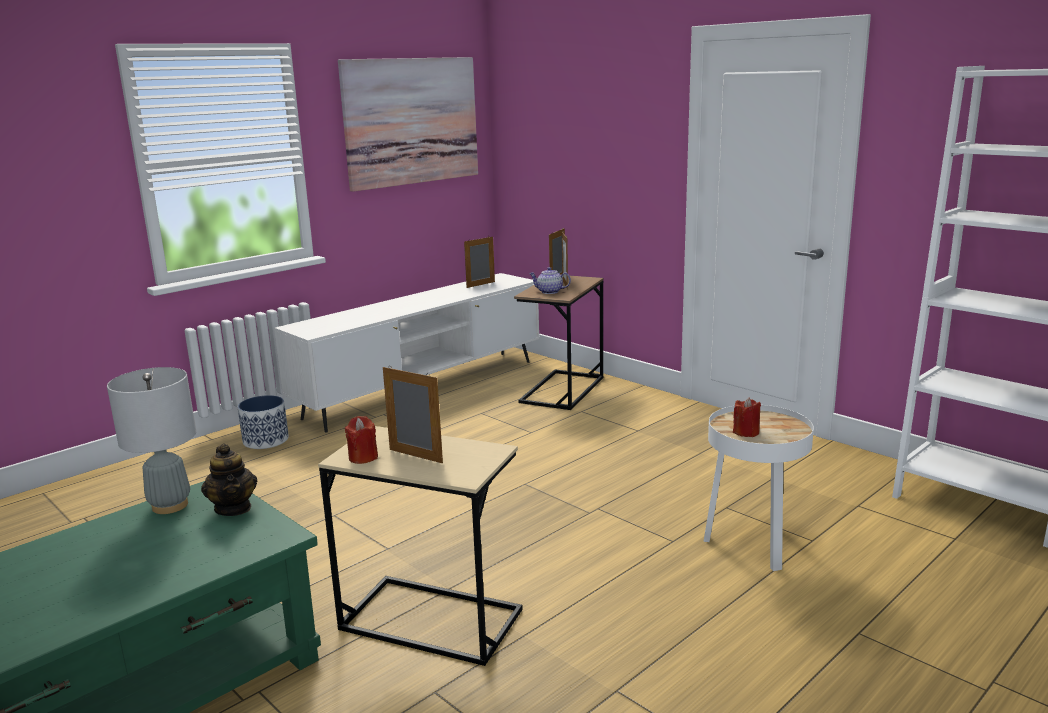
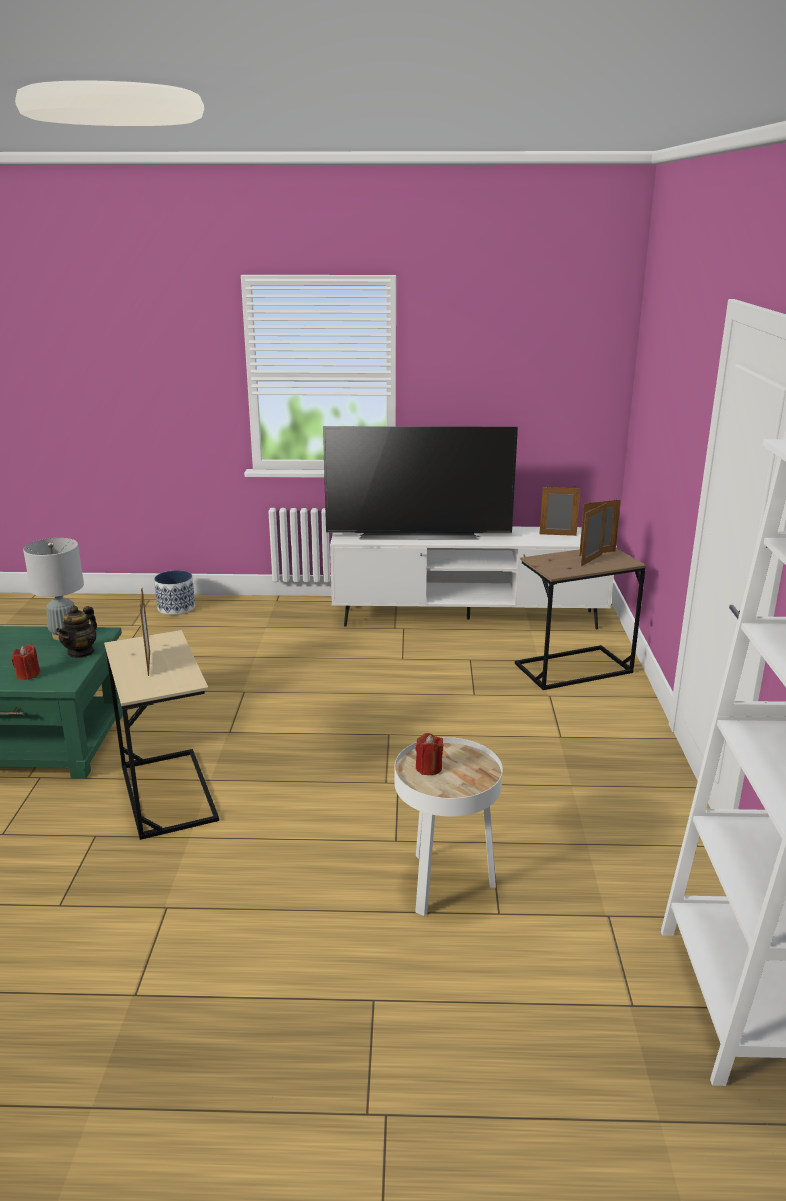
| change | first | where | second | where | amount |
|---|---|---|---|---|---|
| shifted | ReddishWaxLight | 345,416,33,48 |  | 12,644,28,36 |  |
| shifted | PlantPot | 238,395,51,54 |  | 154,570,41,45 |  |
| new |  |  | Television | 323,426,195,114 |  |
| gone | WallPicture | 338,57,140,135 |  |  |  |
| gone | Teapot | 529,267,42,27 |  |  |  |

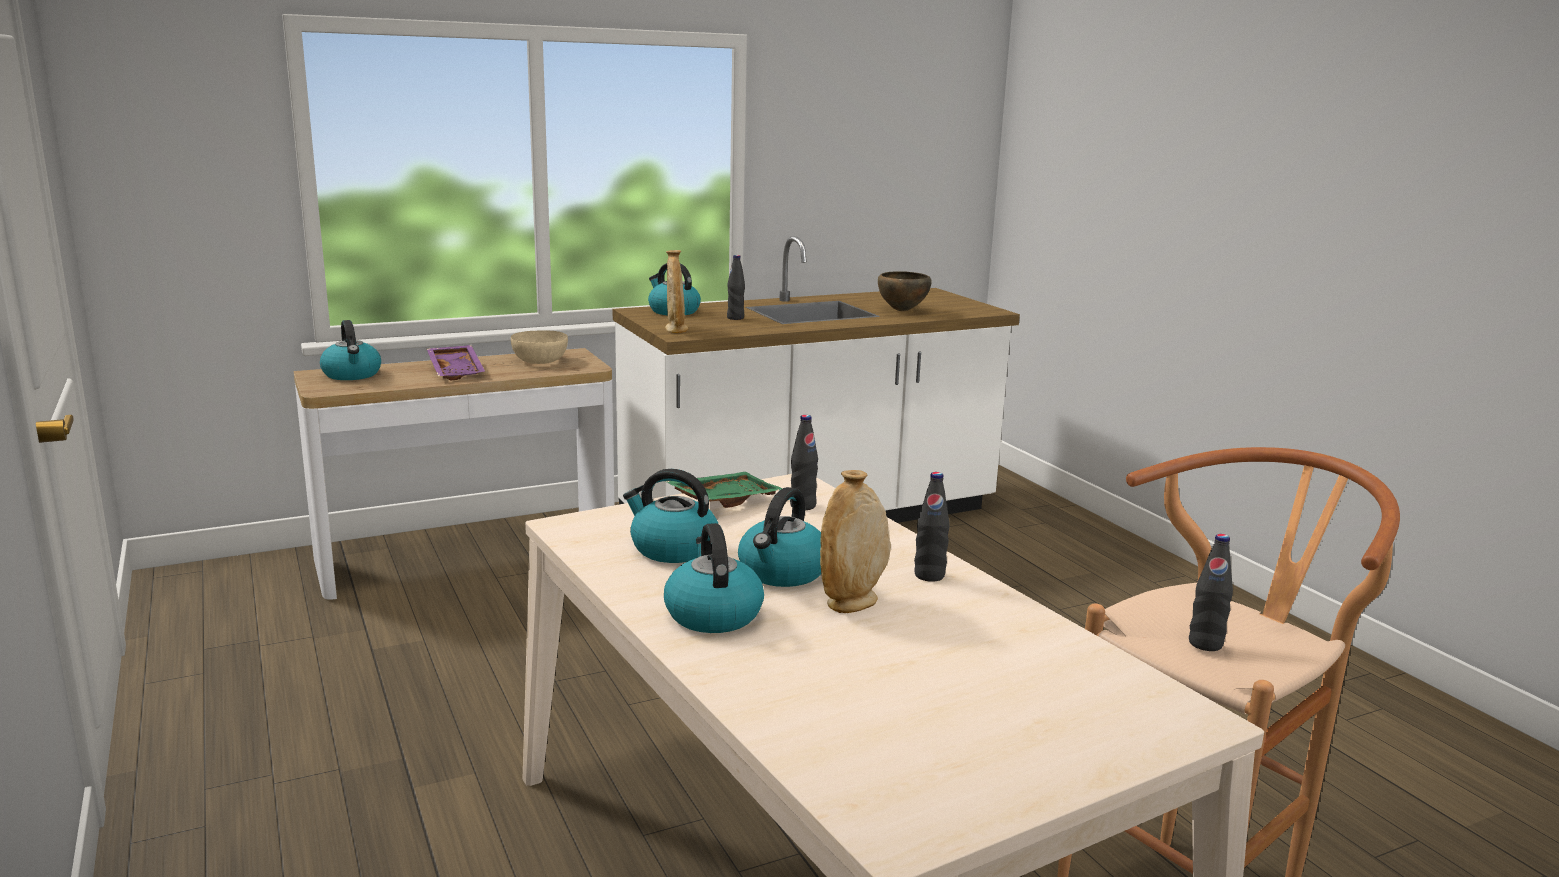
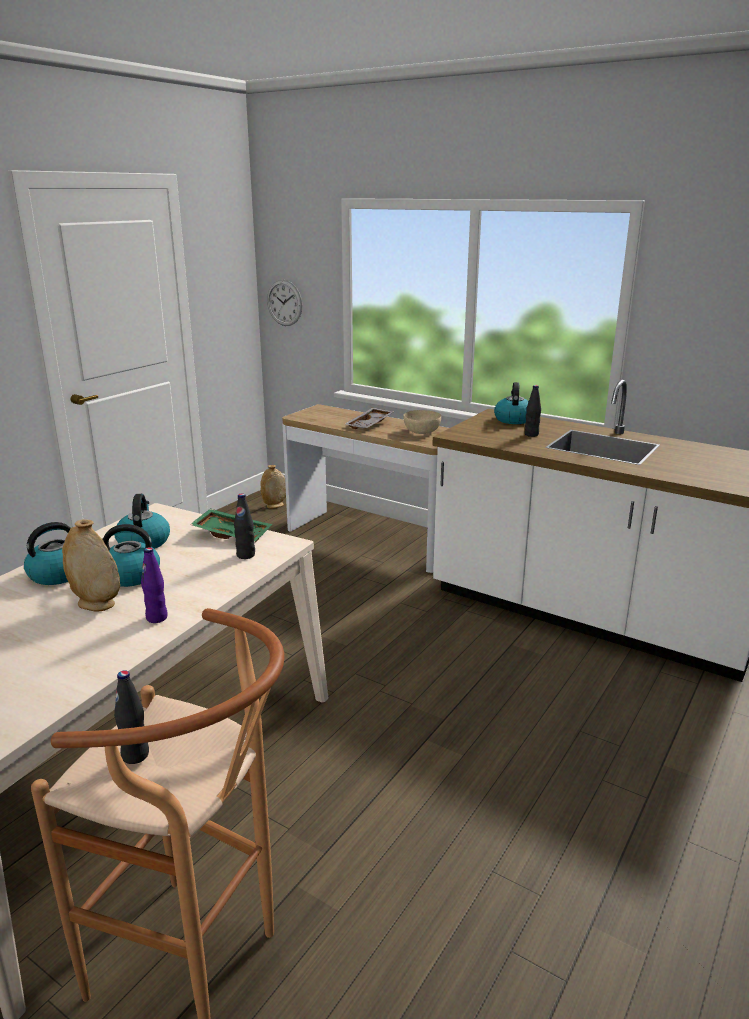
| change | first | where | second | where | amount |
|---|---|---|---|---|---|
| repainted | BlackBeverageBottle | 914,472,36,110 | PurpleBeverageBottle | 141,547,27,76 |  |
| shifted | BeigeColouredVase | 665,250,23,83 |  | 260,465,26,44 |  |
| new |  |  | HangingClock | 267,280,35,46 |  |
| repainted | PurpleCarryingTray | 427,345,58,35 | GreyCarryingTray | 345,408,49,21 |  |
| gone | Kettle | 320,320,61,60 |  |  |  |
| gone | BrownDeepDish | 878,271,53,40 |  |  |  |

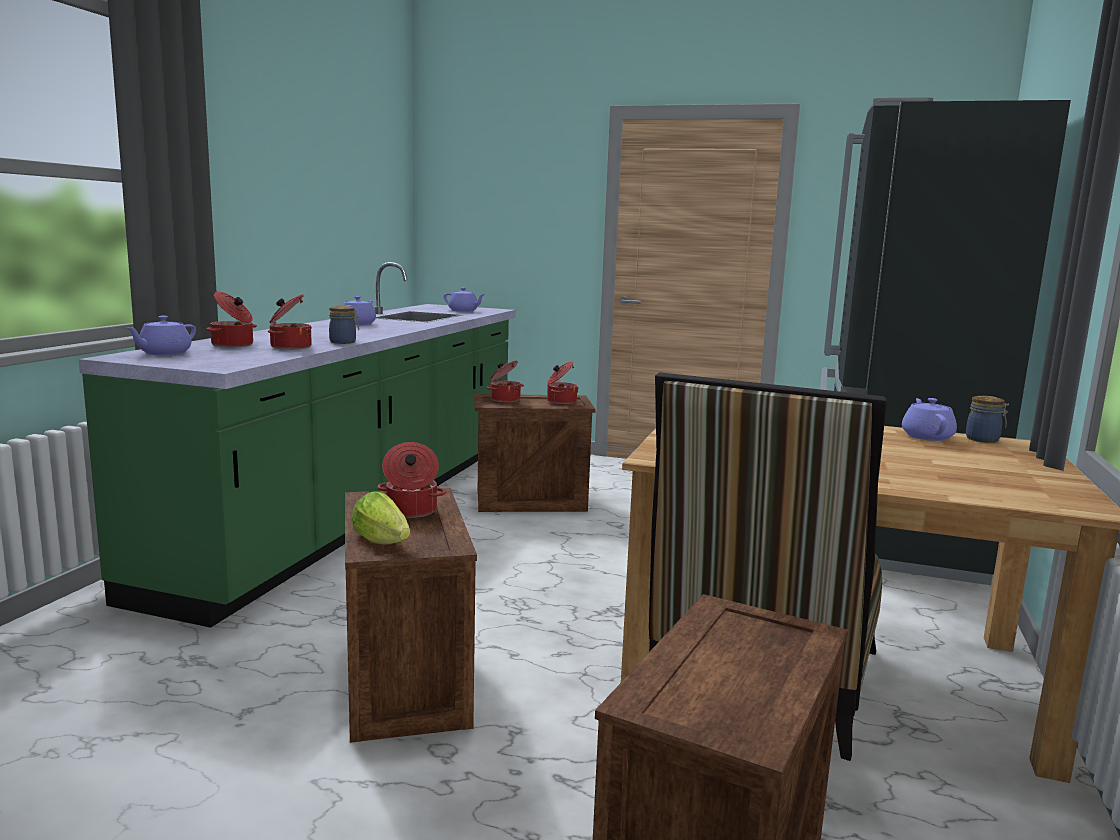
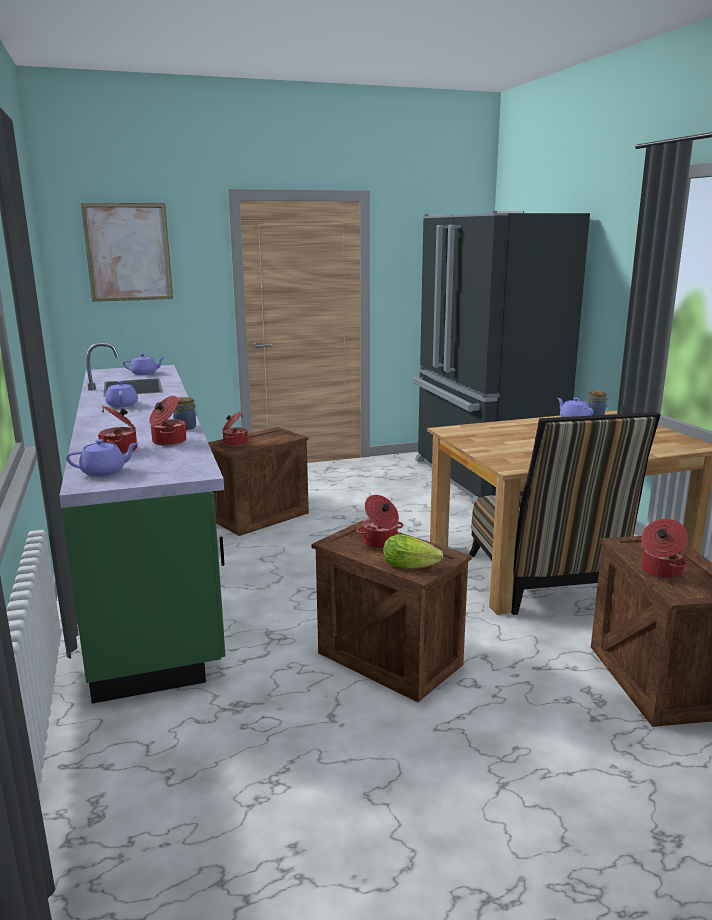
| change | first | where | second | where | amount |
|---|---|---|---|---|---|
| rotated | PurpleTeapot | 125,316,71,39 |  | 66,439,72,38 | 105 degrees counterclockwise |
| new |  |  | WallPicture | 81,203,92,99 |  |
| shifted | Stockpot | 547,361,31,43 |  | 642,519,46,60 |  |

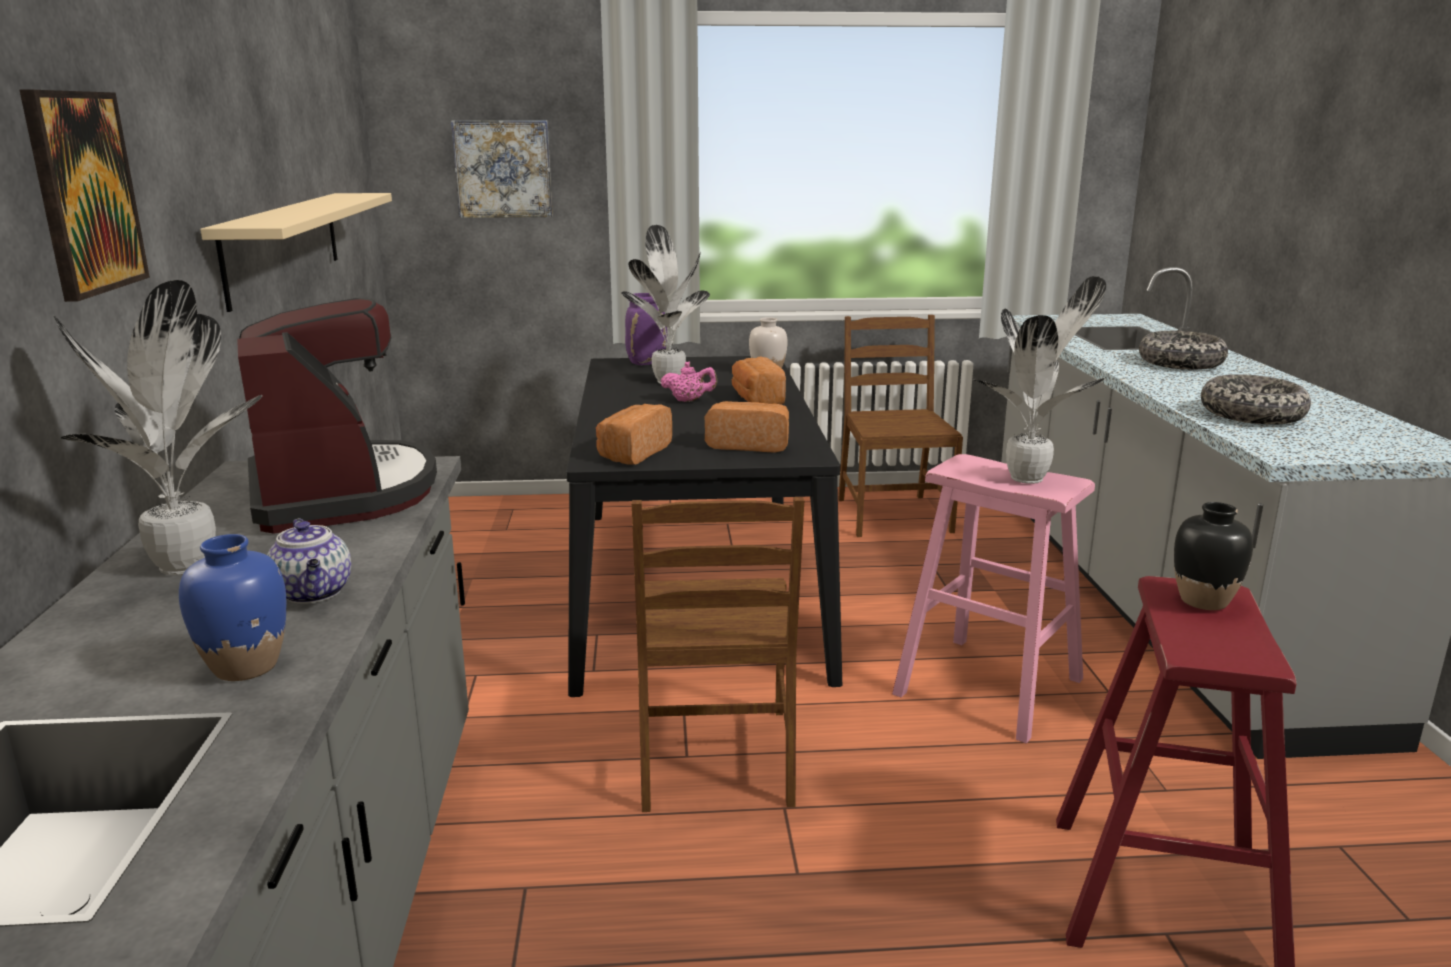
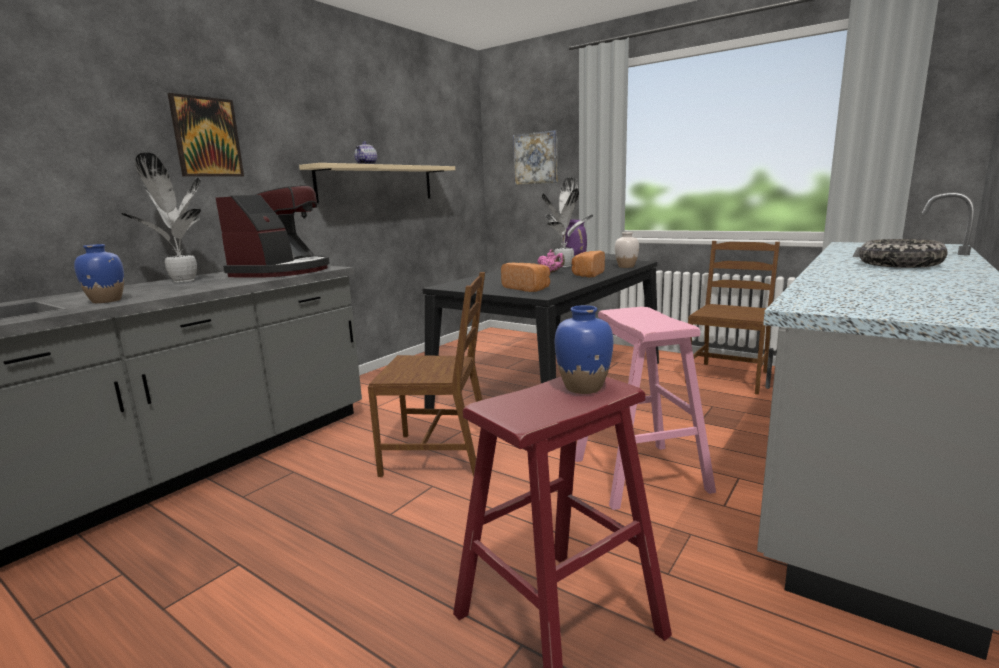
| change | first | where | second | where | amount |
|---|---|---|---|---|---|
| shifted | Teapot | 267,518,84,86 |  | 354,142,23,22 |  |
| rotated | BrownUprightChair | 632,497,172,315 |  | 368,272,117,205 | 120 degrees counterclockwise |
| repainted | BlackVase | 1174,502,79,108 | BlueVase | 555,305,58,89 |  |
| gone | BakedBread | 596,404,76,61 |  |  |  |
| gone | PottedPlant | 973,276,133,208 |  |  |  |
| gone | DeepDish | 1201,374,110,51 |  |  |  |

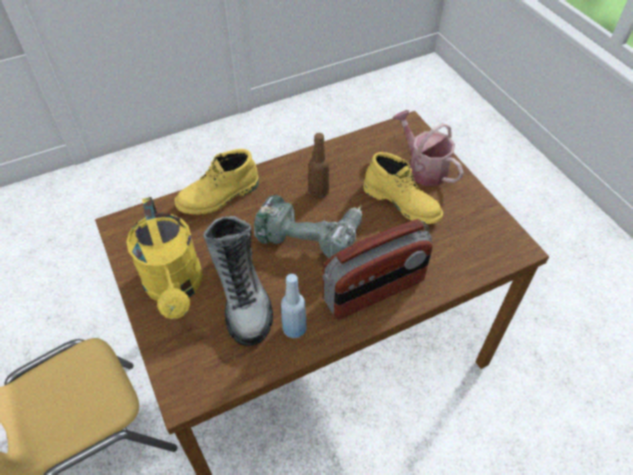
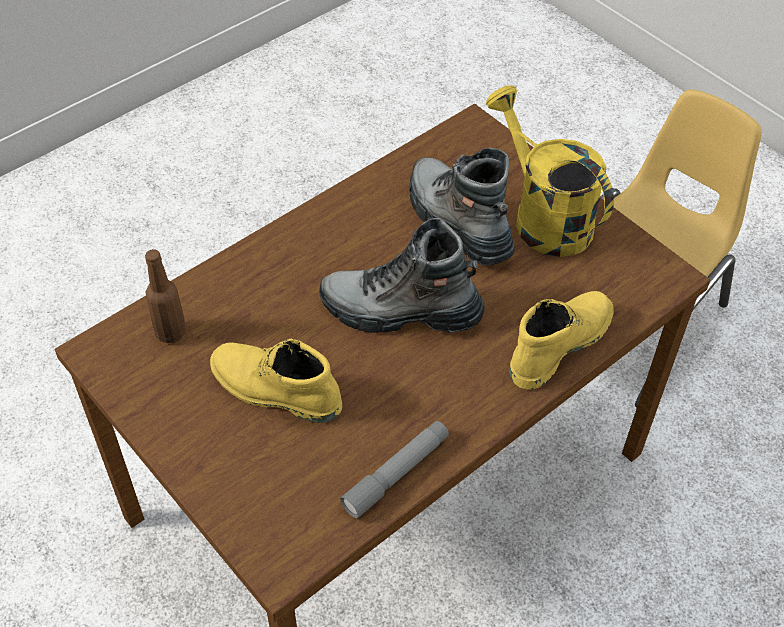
| change | first | where | second | where | amount |
|---|---|---|---|---|---|
| shifted | BrownBeverageBottle | 309,133,20,66 |  | 145,249,41,94 |  |
| swapped | Drill | 254,195,108,63 | Boot | 319,218,166,115 |  |
| new |  |  | GreyHandTorch | 340,421,109,97 |  |
| gone | BlueBeverageBottle | 281,274,26,64 |  |  |  |
| gone | Radio | 323,219,110,100 |  |  |  |
| gone | WateringCan | 392,110,72,76 |  |  |  |

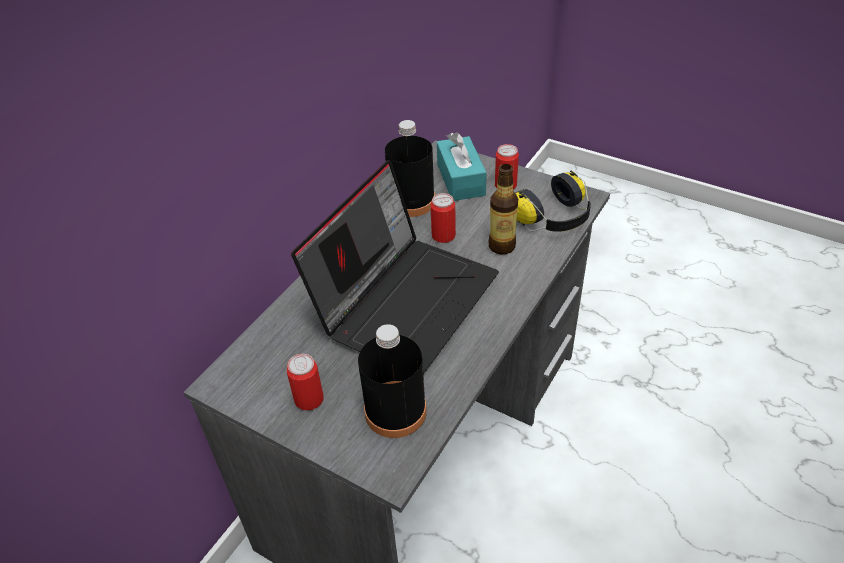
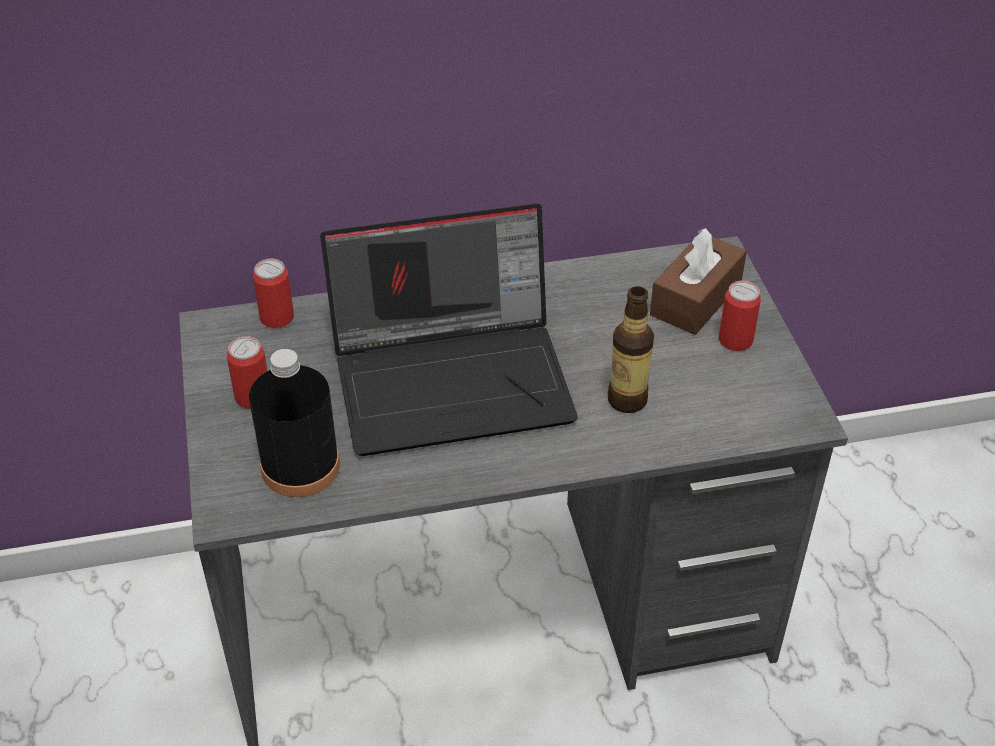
| change | first | where | second | where | amount |
|---|---|---|---|---|---|
| shifted | Can | 431,193,25,50 |  | 253,259,41,69 |  |
| repainted | BlueGreenTissueBox | 437,132,50,69 | BrownTissueBox | 650,228,97,107 |  |
| gone | BlackBeverageBottle | 385,120,50,97 |  |  |  |
| gone | PairOfHeadphones | 515,171,76,61 |  |  |  |

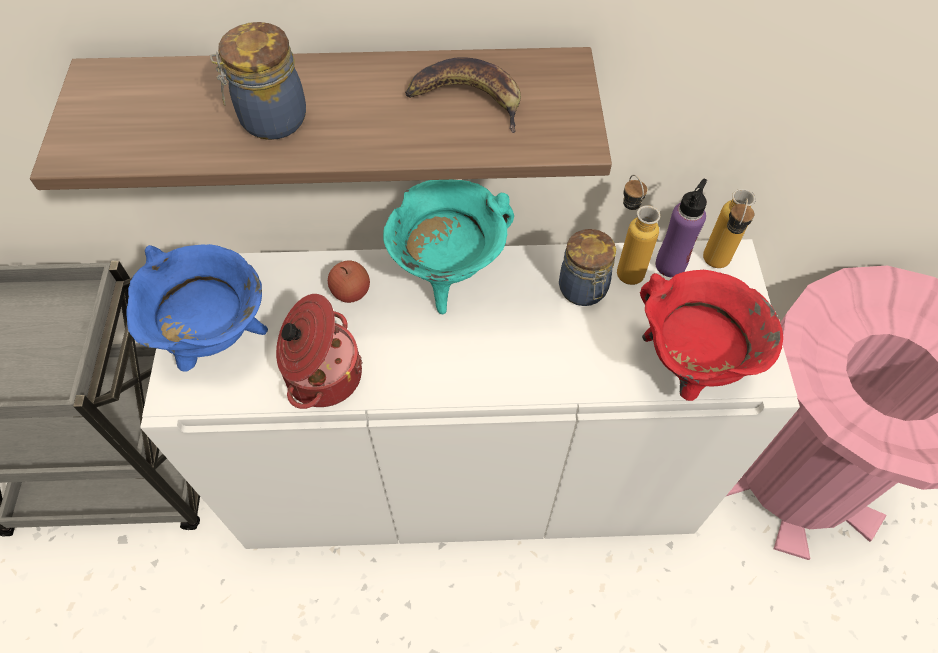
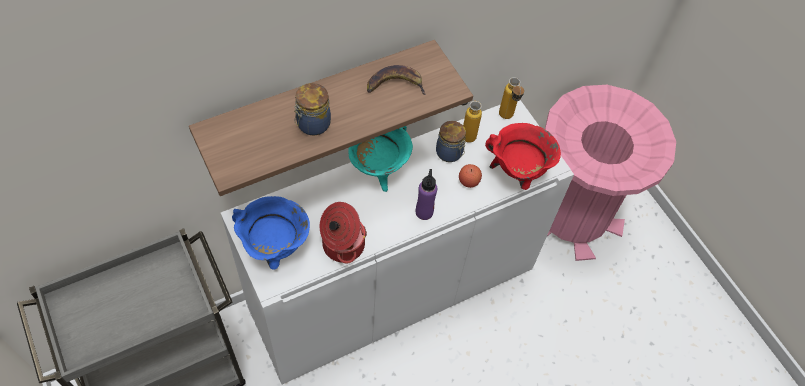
| change | first | where | second | where | amount |
|---|---|---|---|---|---|
| shifted | PurpleBeverageBottle | 655,179,52,98 |  | 416,169,21,51 |  |
| shifted | WholeApple | 328,260,42,43 |  | 459,164,23,24 |  |

